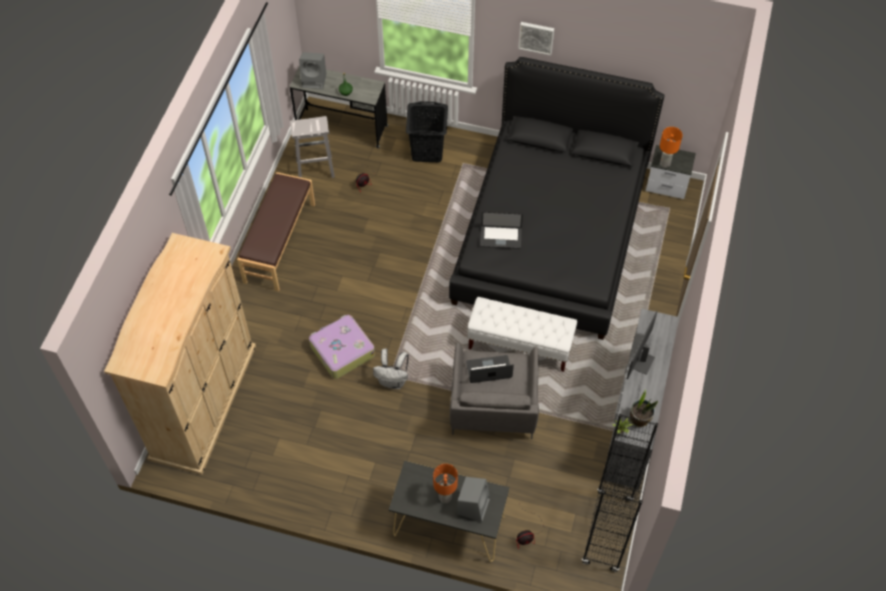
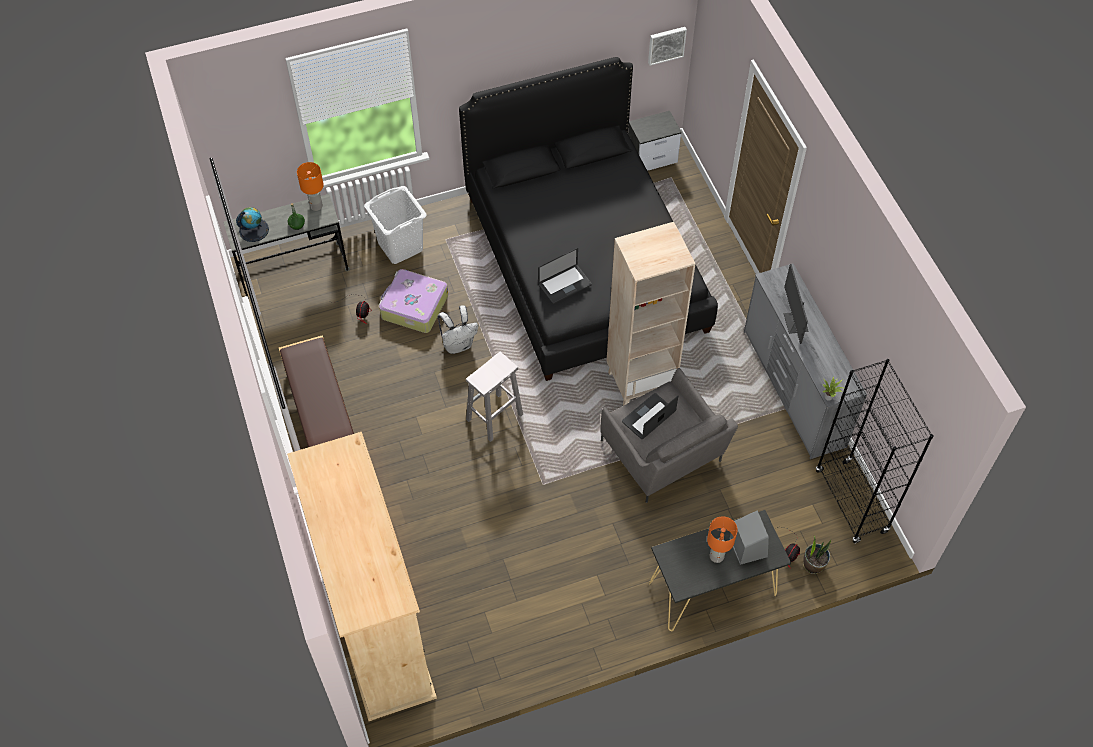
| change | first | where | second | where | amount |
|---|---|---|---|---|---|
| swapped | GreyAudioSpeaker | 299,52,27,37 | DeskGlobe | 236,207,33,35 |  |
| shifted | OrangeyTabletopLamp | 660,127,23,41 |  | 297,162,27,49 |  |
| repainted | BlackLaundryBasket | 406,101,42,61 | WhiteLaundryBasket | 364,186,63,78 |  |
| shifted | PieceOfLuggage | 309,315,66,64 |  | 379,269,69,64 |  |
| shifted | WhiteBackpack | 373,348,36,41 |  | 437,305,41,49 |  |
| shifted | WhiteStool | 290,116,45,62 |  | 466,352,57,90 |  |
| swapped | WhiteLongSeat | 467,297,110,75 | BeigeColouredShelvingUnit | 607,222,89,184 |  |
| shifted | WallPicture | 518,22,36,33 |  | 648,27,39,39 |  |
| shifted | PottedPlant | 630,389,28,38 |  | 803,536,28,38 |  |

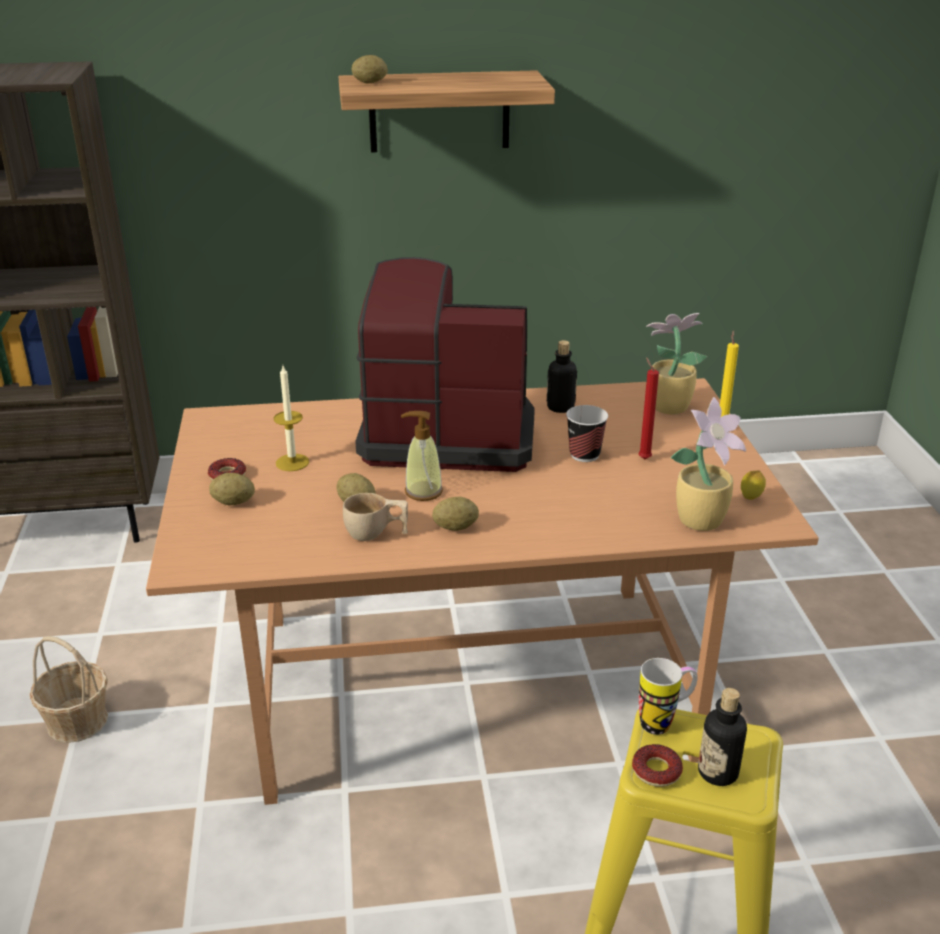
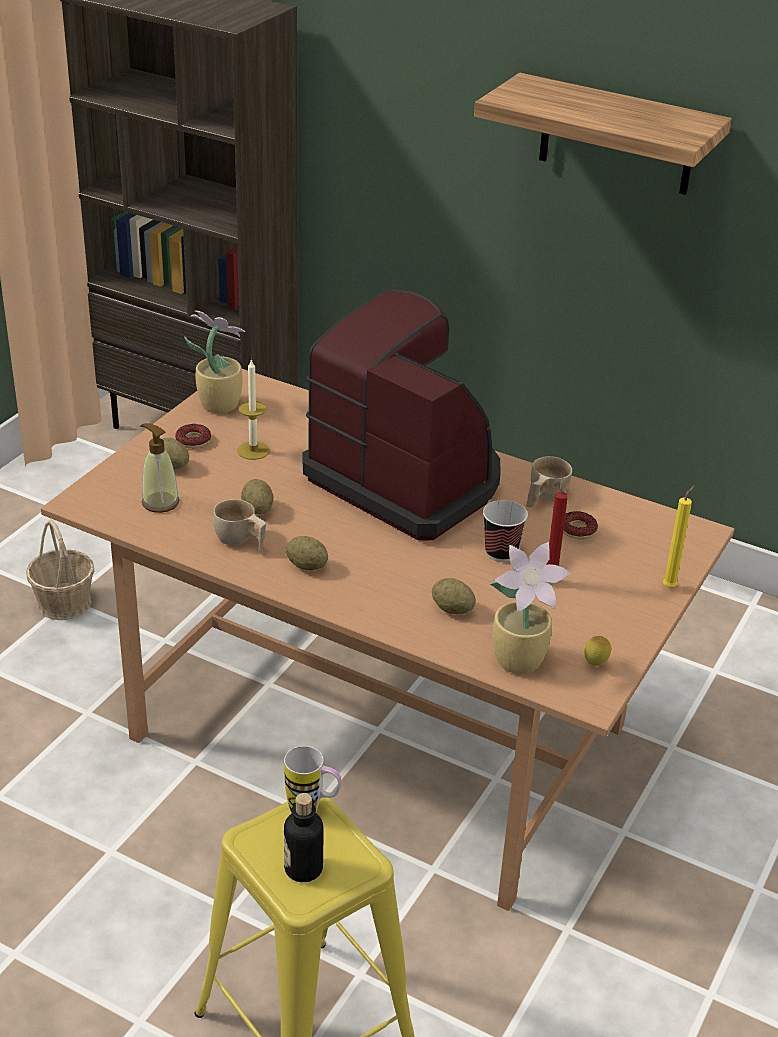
| change | first | where | second | where | amount |
|---|---|---|---|---|---|
| shifted | SoapDispenser | 401,411,42,90 |  | 140,423,39,90 |  |
| shifted | PottedPlant | 646,313,61,102 |  | 184,311,62,102 |  |
| shifted | Potato | 352,55,36,28 |  | 432,578,44,36 |  |
| swapped | BeverageBottle | 547,340,30,73 | BeigeColouredDrinkingCup | 526,456,46,51 |  |
| shifted | RingDoughnut | 632,744,51,43 |  | 563,511,35,28 |  |

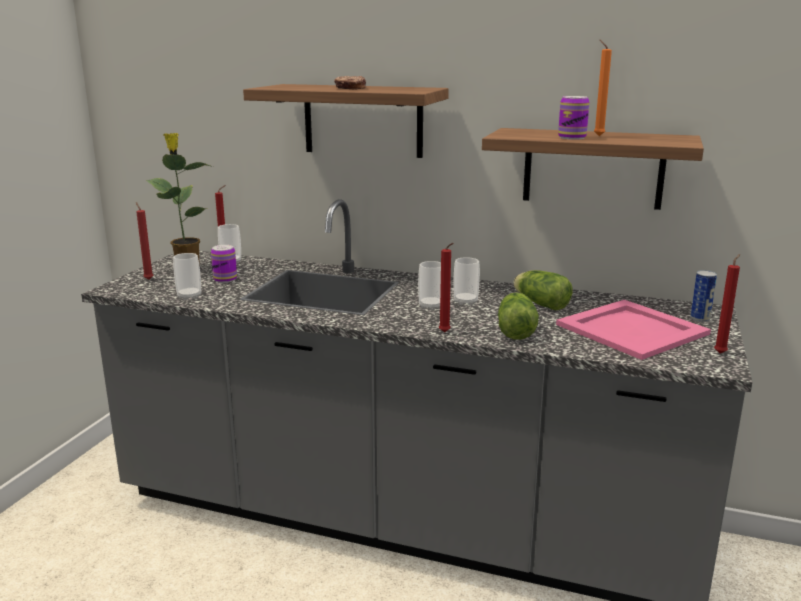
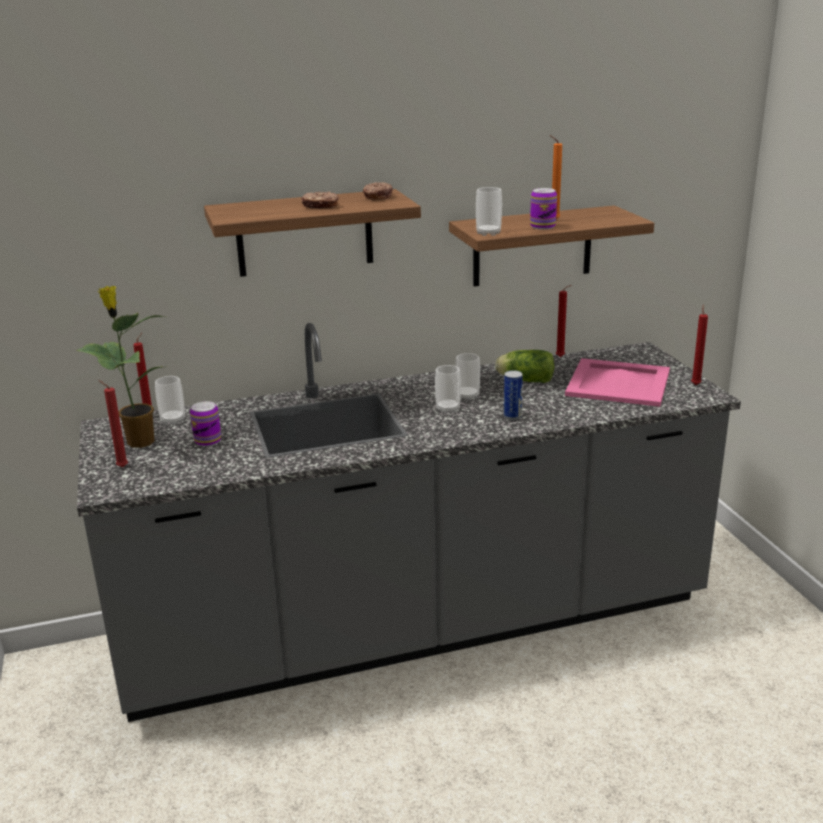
| change | first | where | second | where | amount |
|---|---|---|---|---|---|
| new |  |  | RingDoughnut | 363,182,30,18 |  |
| shifted | DrinkingCup | 173,253,28,47 |  | 476,187,26,49 |  |
| shifted | Can | 690,270,27,52 |  | 504,370,19,50 |  |
| shifted | ReddishWaxLight | 439,243,15,89 |  | 556,285,16,72 |  |
| gone | Lettuce | 498,292,41,48 |  |  |  |

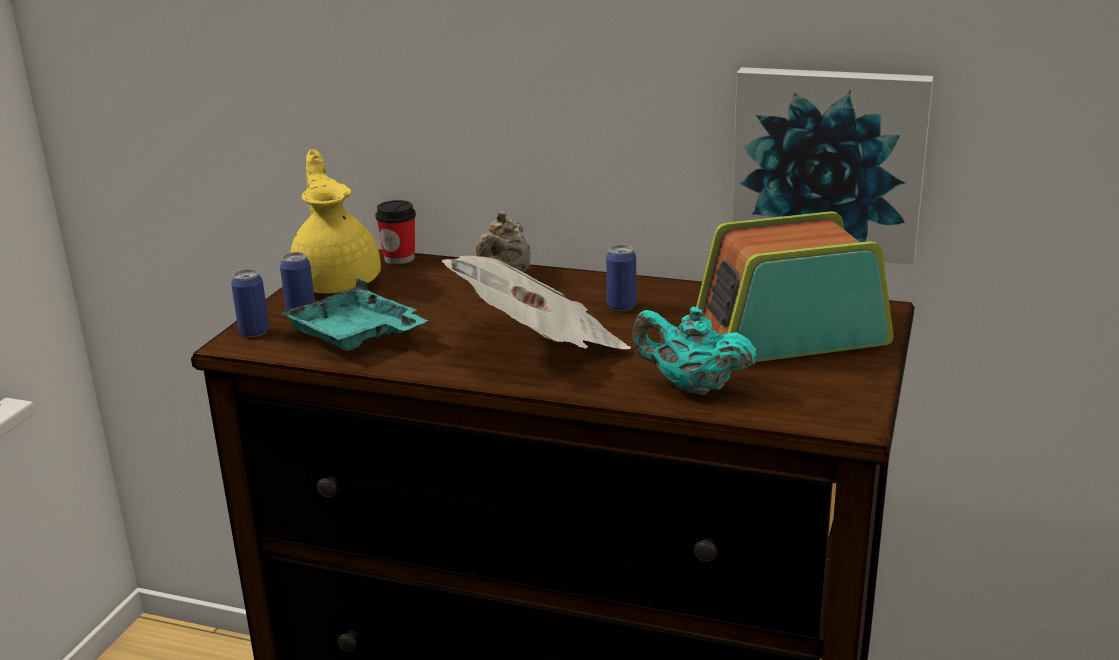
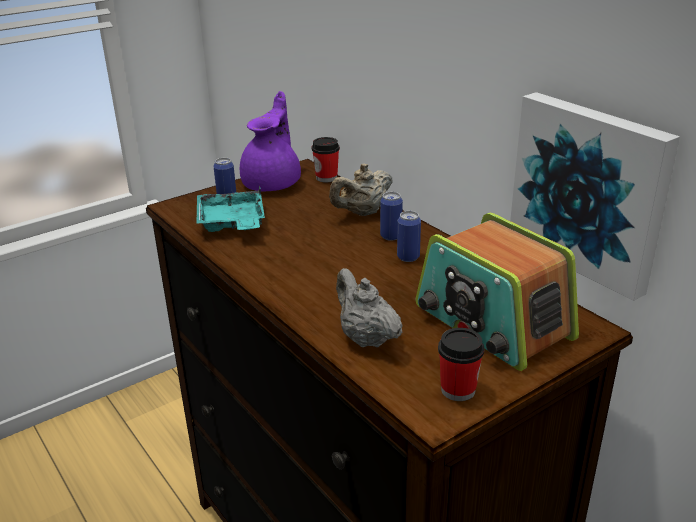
| change | first | where | second | where | amount |
|---|---|---|---|---|---|
| repainted | YellowTeapot | 290,150,91,143 | PurpleTeapot | 240,91,61,100 |  |
| repainted | BlueGreenTeapot | 632,307,124,88 | GreyTeapot | 336,268,67,80 |  |
| shifted | Can | 231,269,38,68 |  | 380,192,23,49 |  |
| rotated | Radio | 696,211,198,151 |  | 416,213,163,158 | 150 degrees counterclockwise |
| new |  |  | DrinkingCup | 438,328,46,73 |  |
| gone | DailyPaper | 442,256,189,93 |  |  |  |

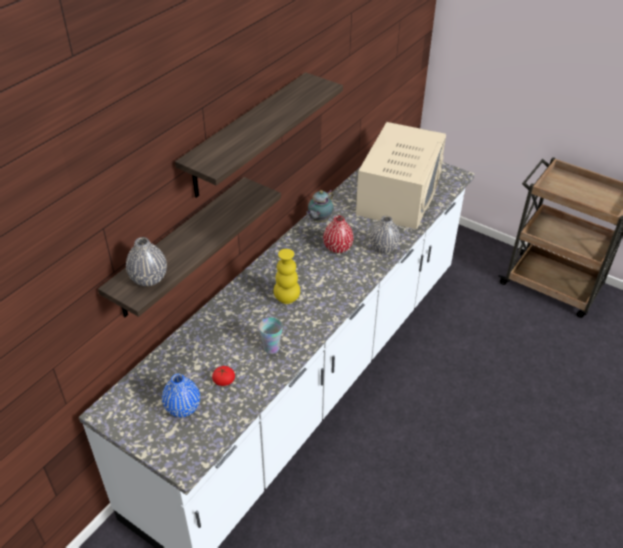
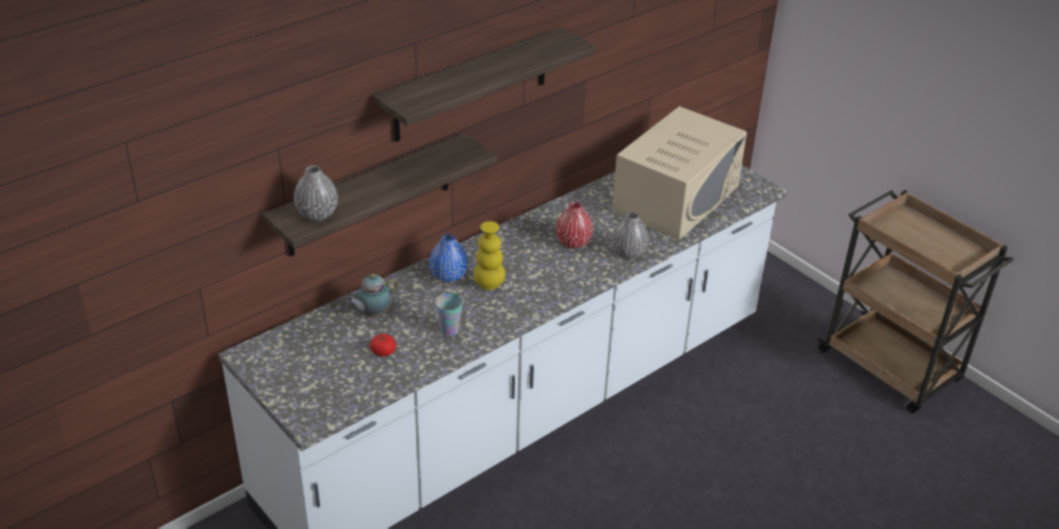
| change | first | where | second | where | amount |
|---|---|---|---|---|---|
| shifted | Teapot | 307,190,27,32 |  | 346,274,53,43 |  |
| shifted | BlueVase | 162,374,38,43 |  | 429,234,39,48 |  |

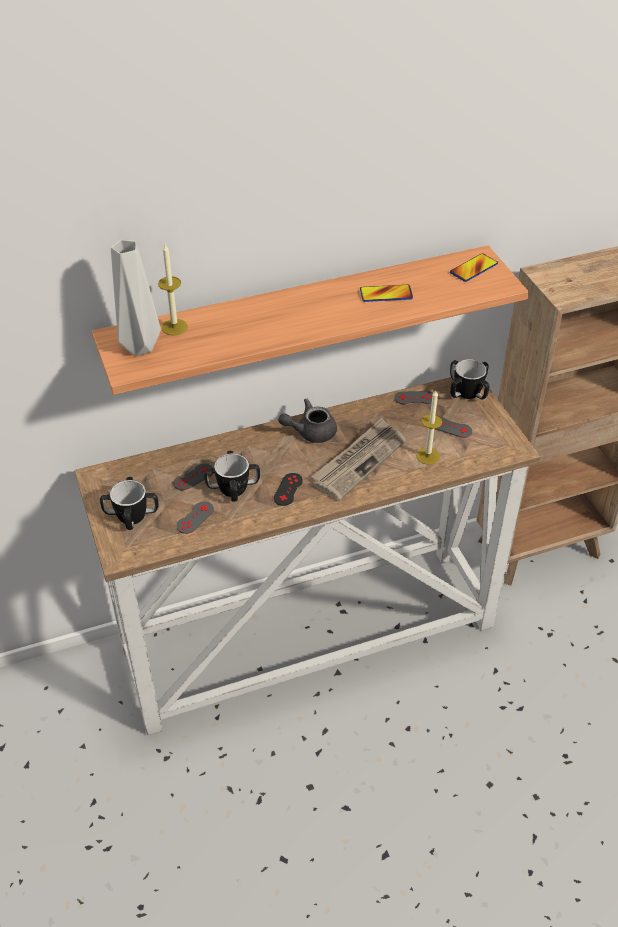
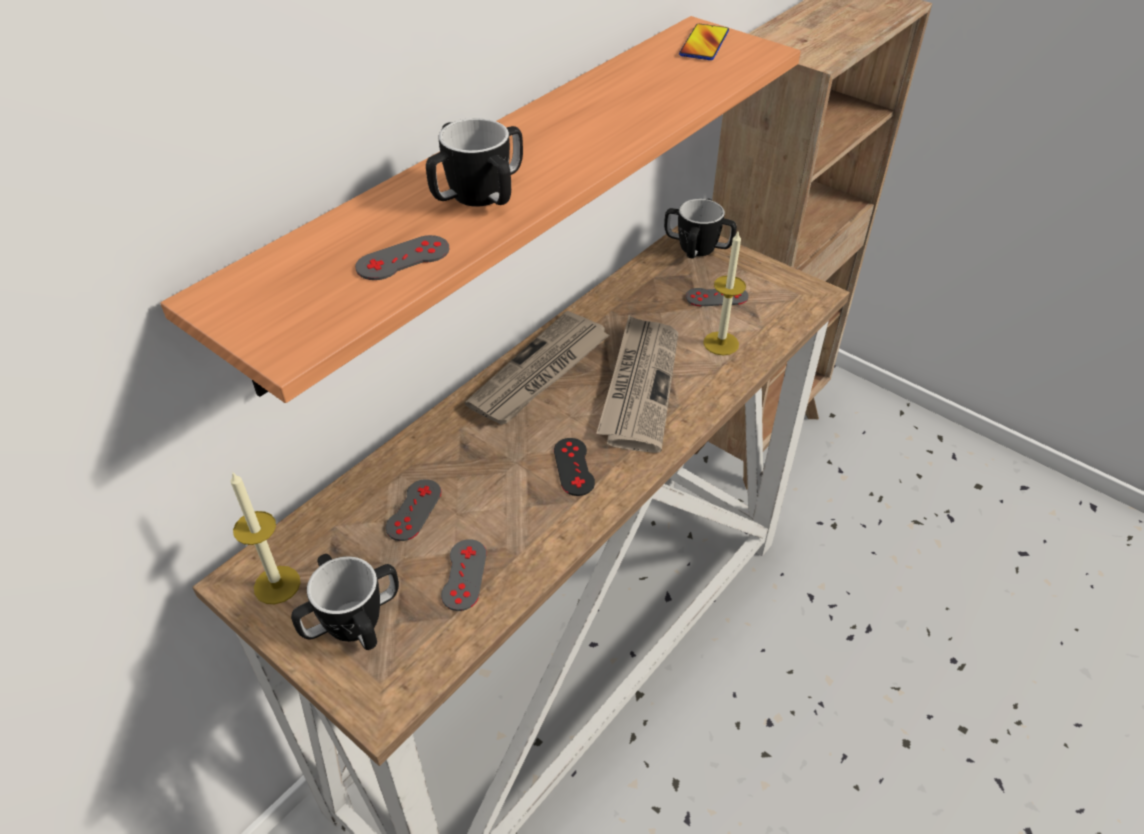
| change | first | where | second | where | amount |
|---|---|---|---|---|---|
| shifted | WaxLight | 158,244,30,92 |  | 230,471,71,133 |  |
| shifted | GreyJoypad | 395,391,38,14 |  | 355,235,95,45 |  |
| shifted | CoffeeMug | 204,450,56,52 |  | 426,118,97,89 |  |
| swapped | GreyTeapot | 278,399,59,44 | DailyPaper | 465,311,144,114 |  |
| gone | GreyVase | 111,240,50,116 |  |  |  |
| gone | Handset | 360,285,53,17 |  |  |  |

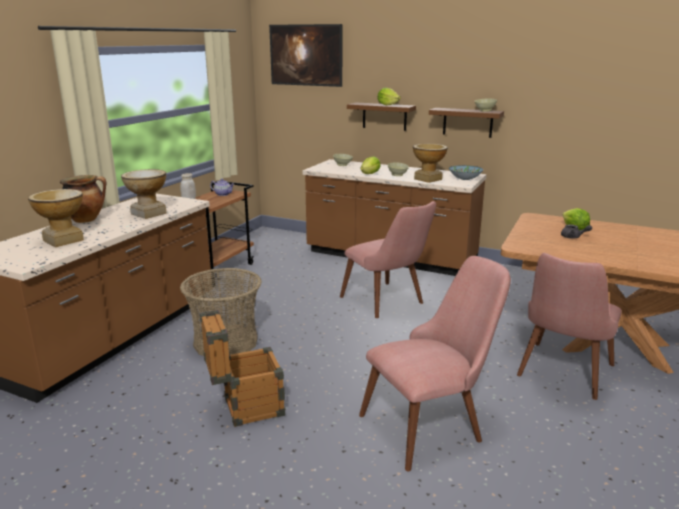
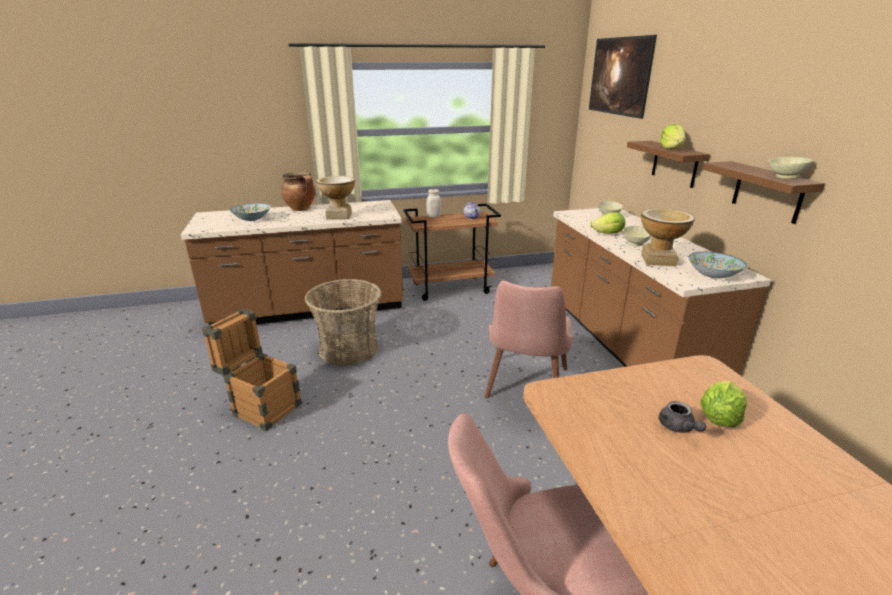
| change | first | where | second | where | amount |
|---|---|---|---|---|---|
| swapped | Vase | 28,189,56,58 | DeepDish | 230,203,41,18 |  |
| gone | PinkColouredUprightChair | 359,256,152,215 |  |  |  |

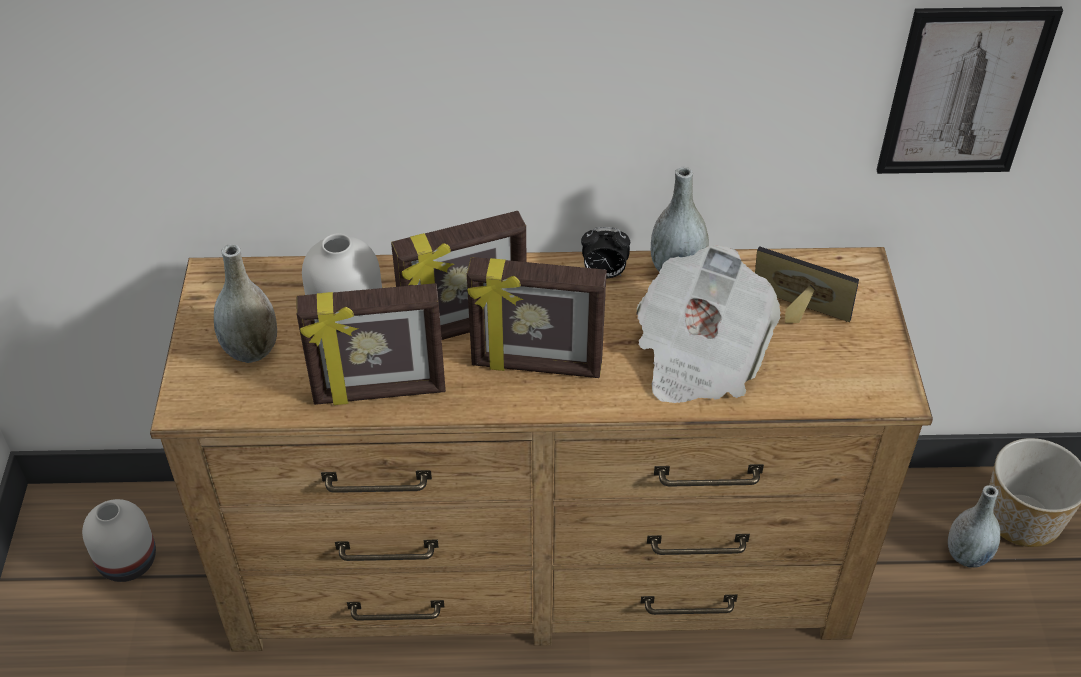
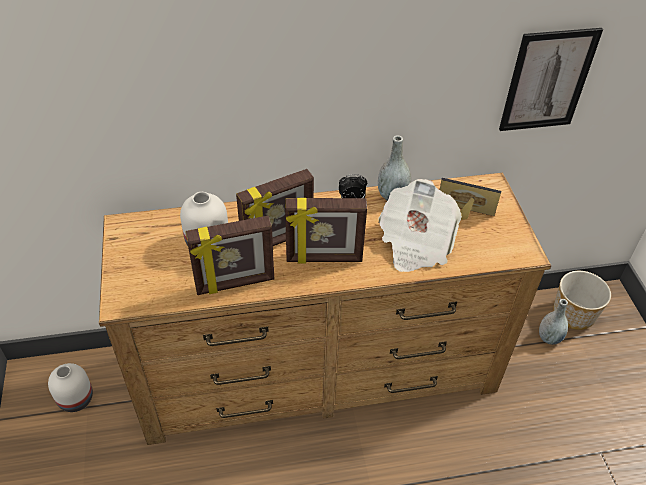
| change | first | where | second | where | amount |
|---|---|---|---|---|---|
| gone | GreyVase | 214,244,63,119 |  |  |  |

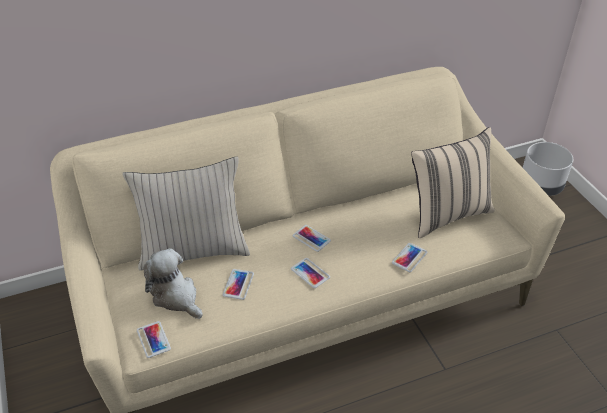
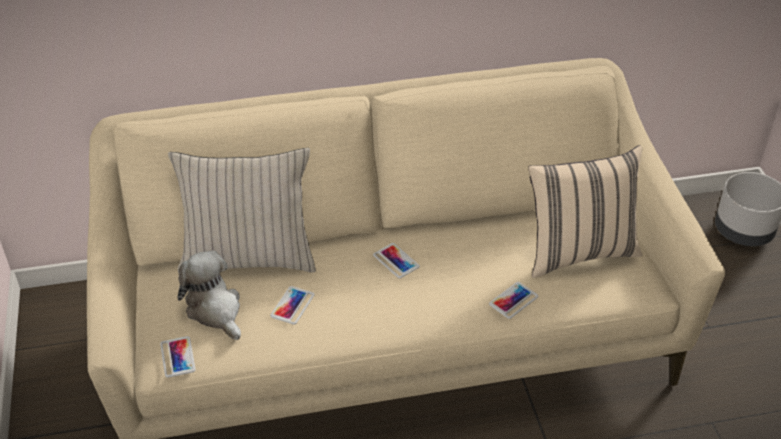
| change | first | where | second | where | amount |
|---|---|---|---|---|---|
| gone | Handset | 291,258,39,30 |  |  |  |

